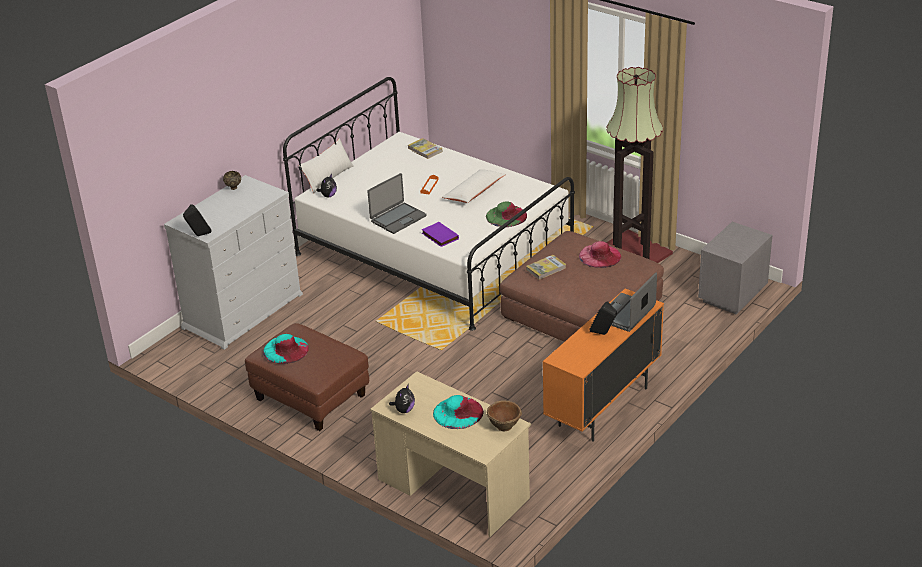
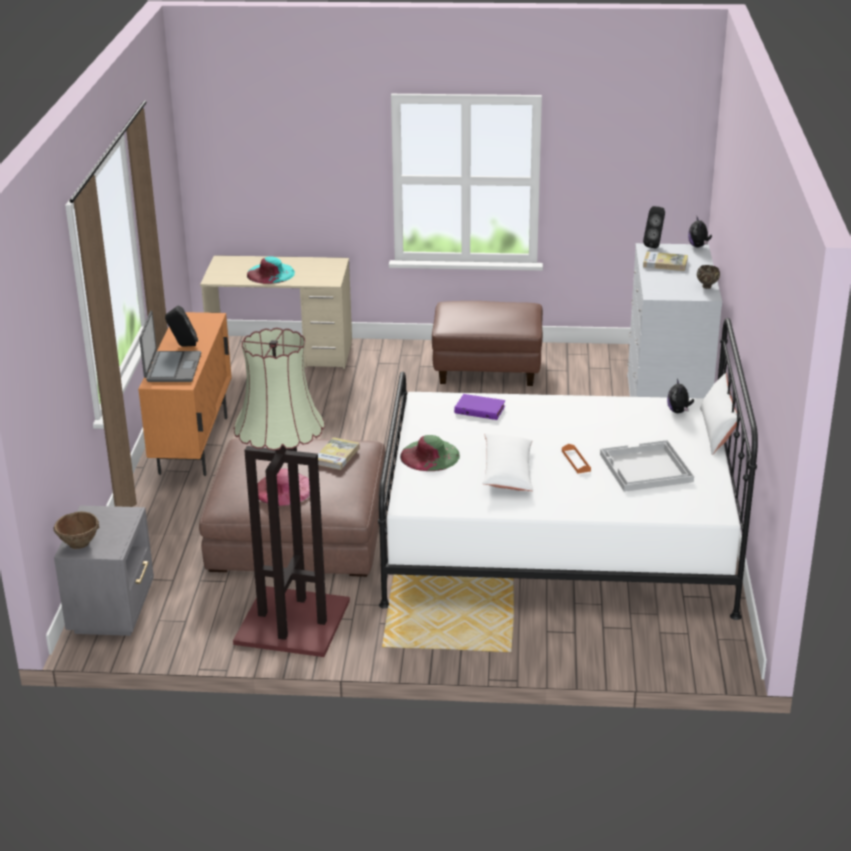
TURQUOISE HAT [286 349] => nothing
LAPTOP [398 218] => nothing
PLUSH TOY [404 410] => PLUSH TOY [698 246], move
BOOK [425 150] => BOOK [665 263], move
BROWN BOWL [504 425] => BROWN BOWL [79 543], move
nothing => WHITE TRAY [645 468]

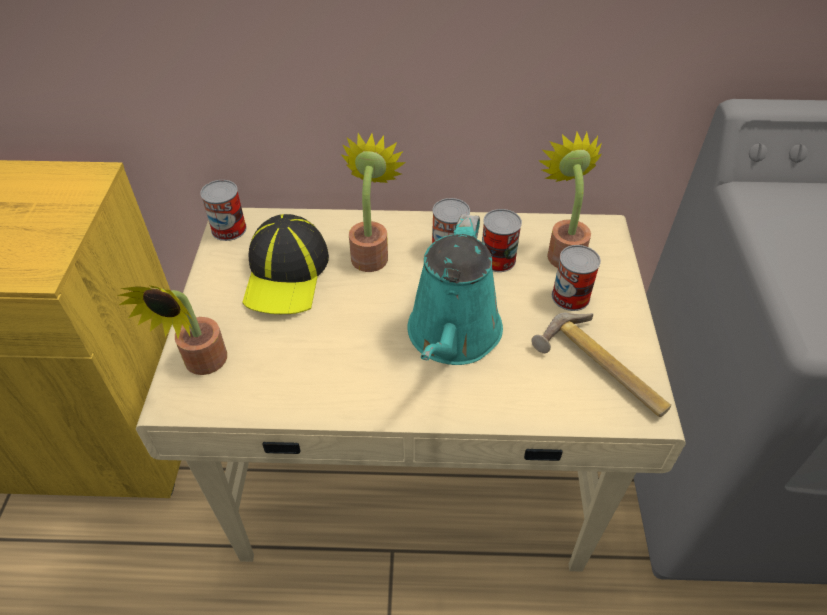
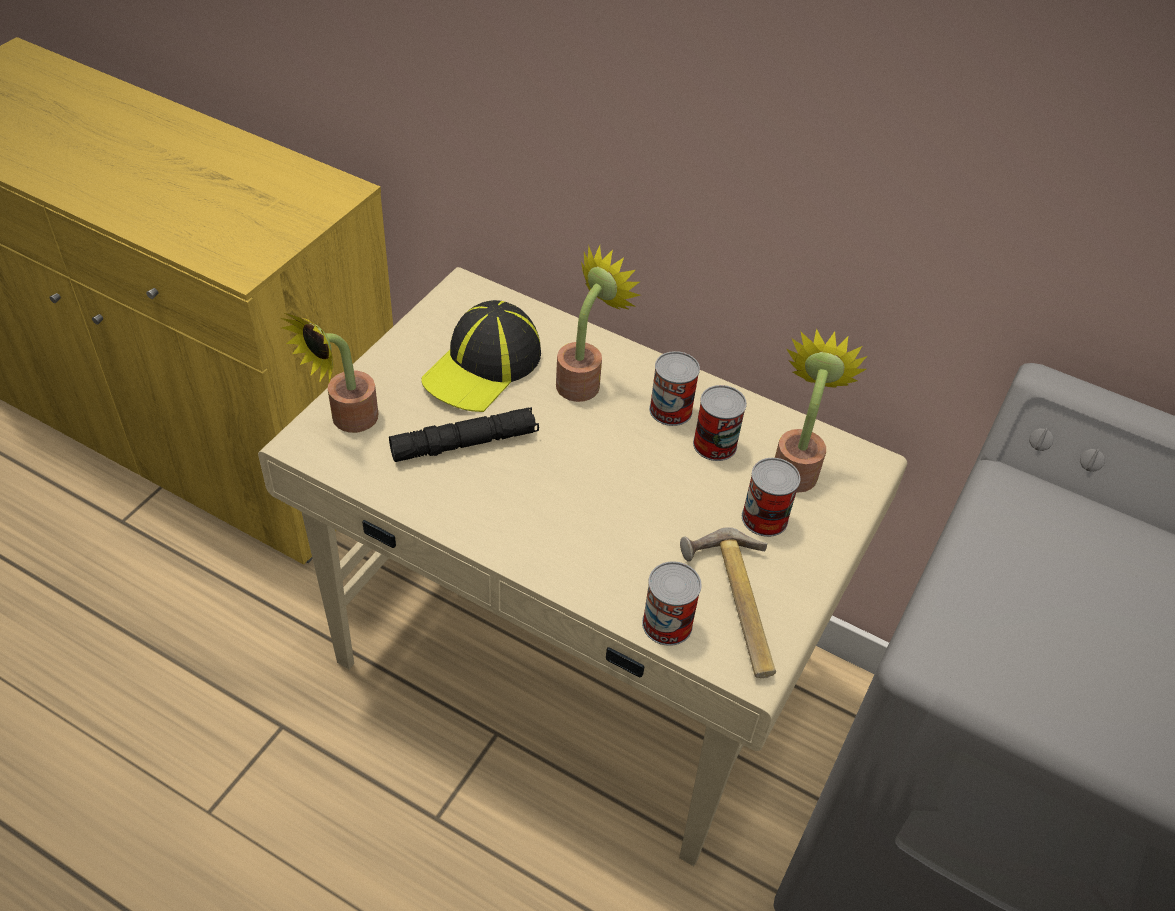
CAN [229 229] => CAN [667 624], move
TURQUOISE WATERING CAN [452 336] => nothing
nothing => BLACK FLASHLIGHT [465 443]

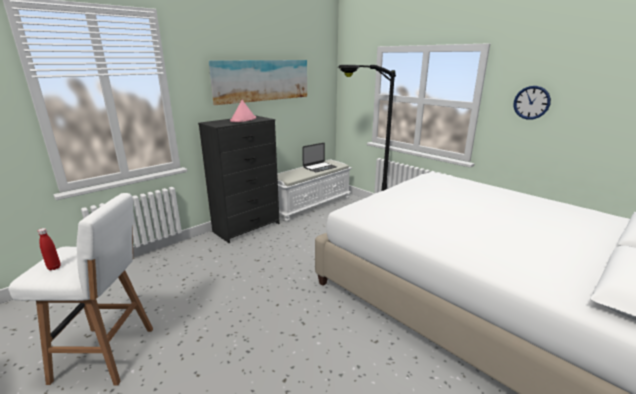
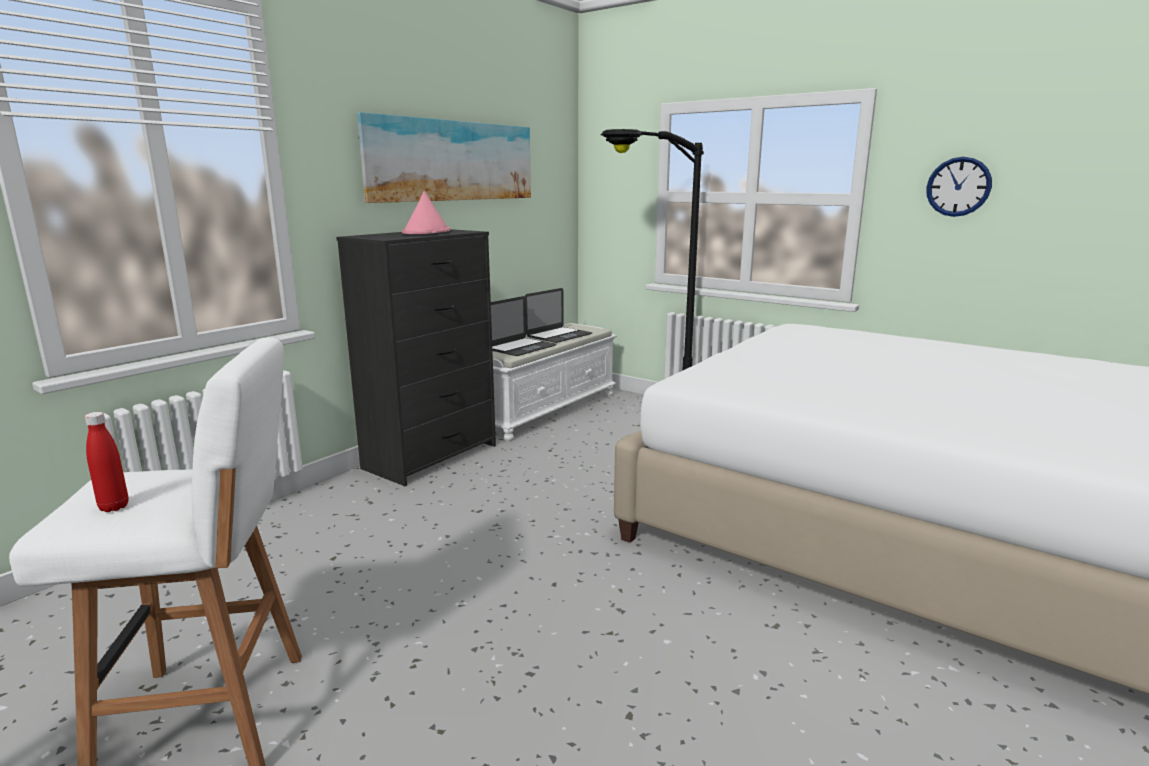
nothing => LAPTOP [520 347]

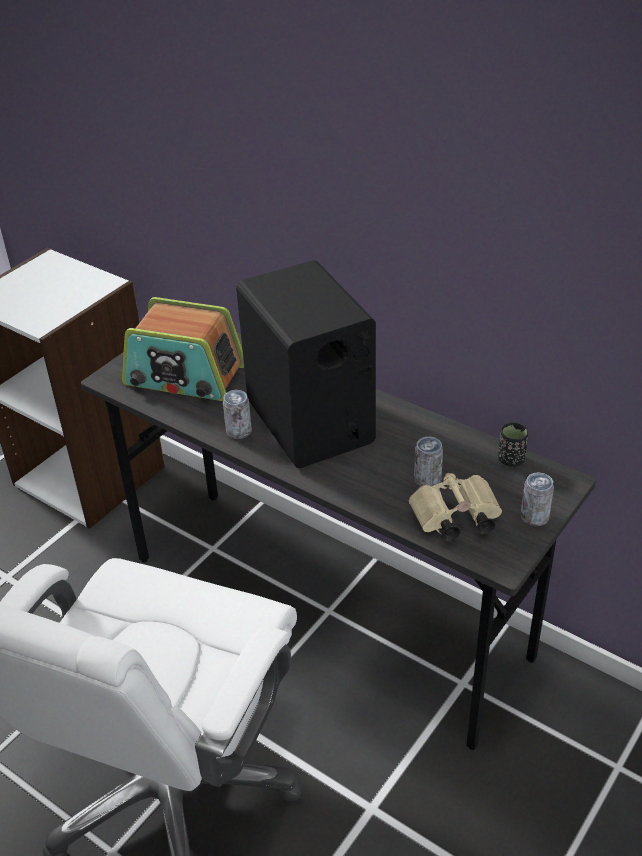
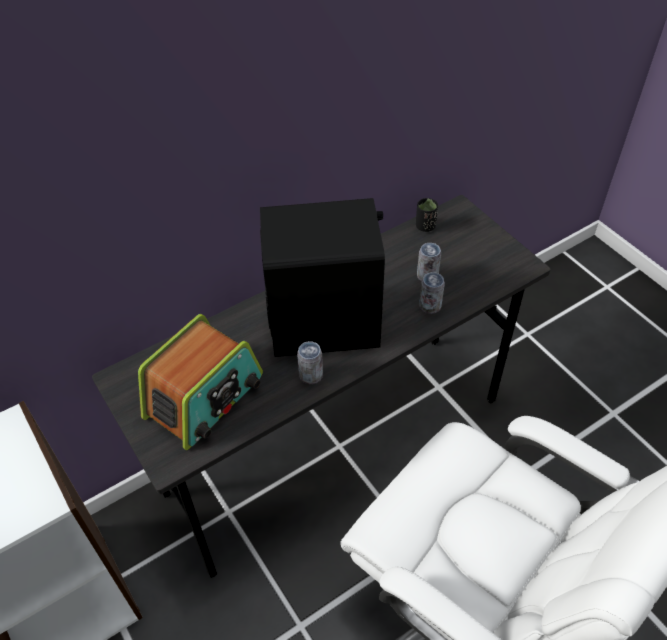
BEIGE BINOCULARS [453 520] => nothing
CAN [534 517] => CAN [430 306], move

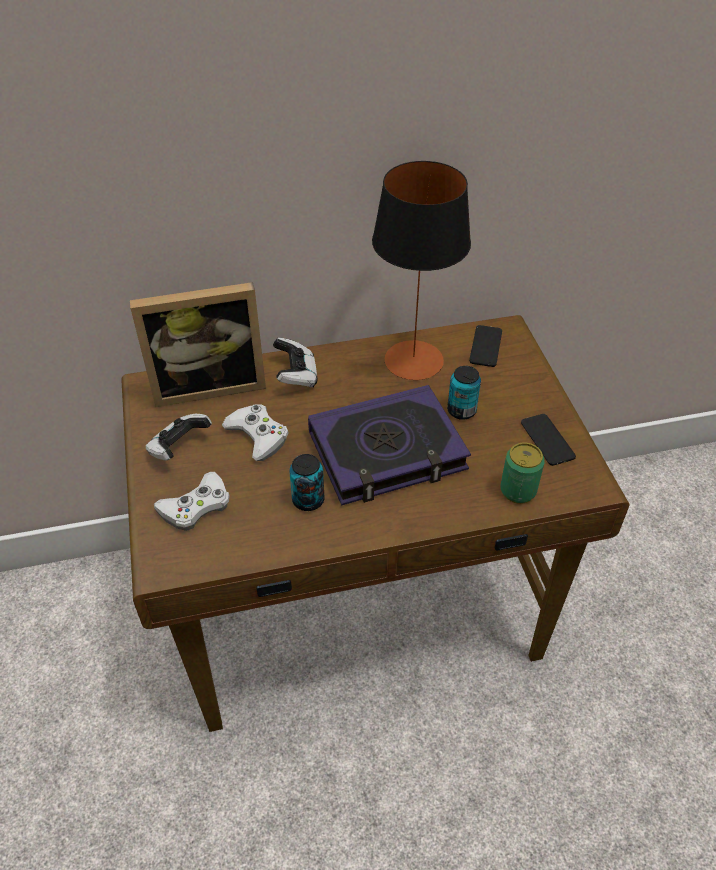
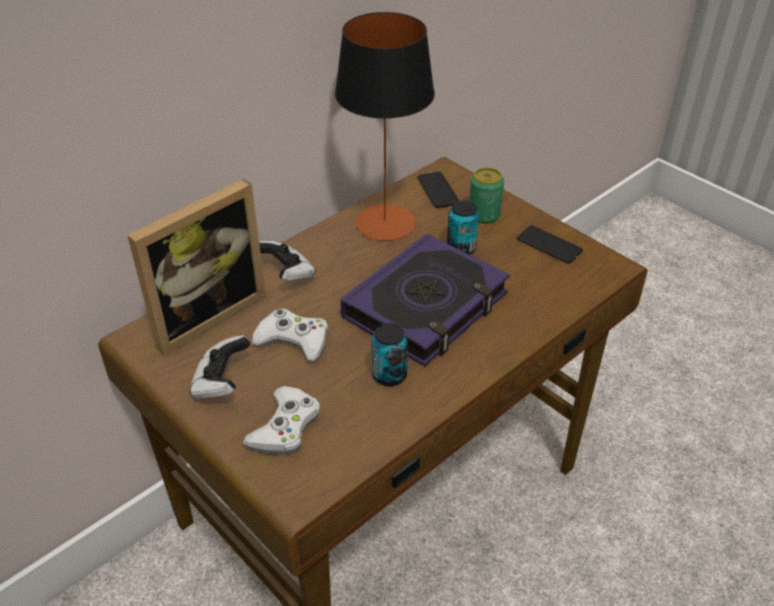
CAN [518 490] => CAN [484 215], move

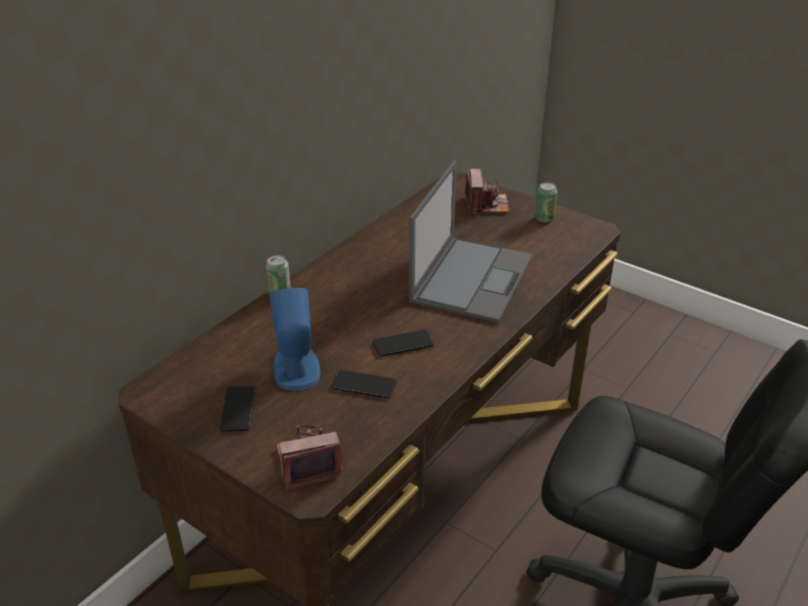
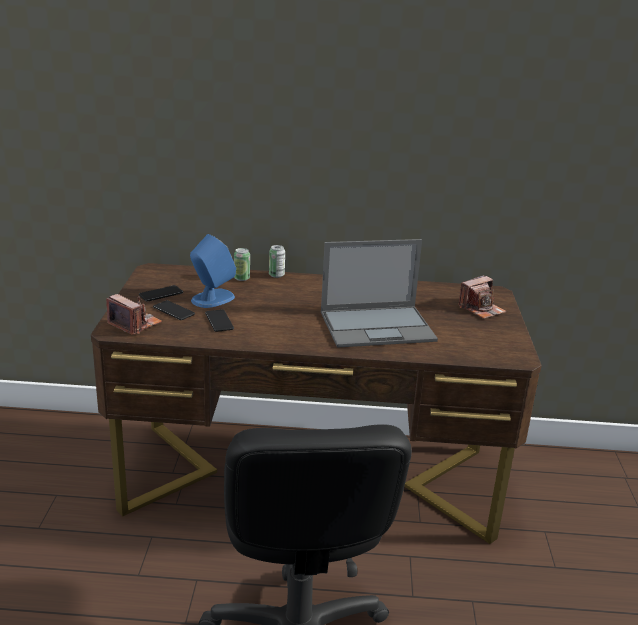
PHONE [403 344] => PHONE [173 311], move
CAN [544 218] => CAN [241 278], move

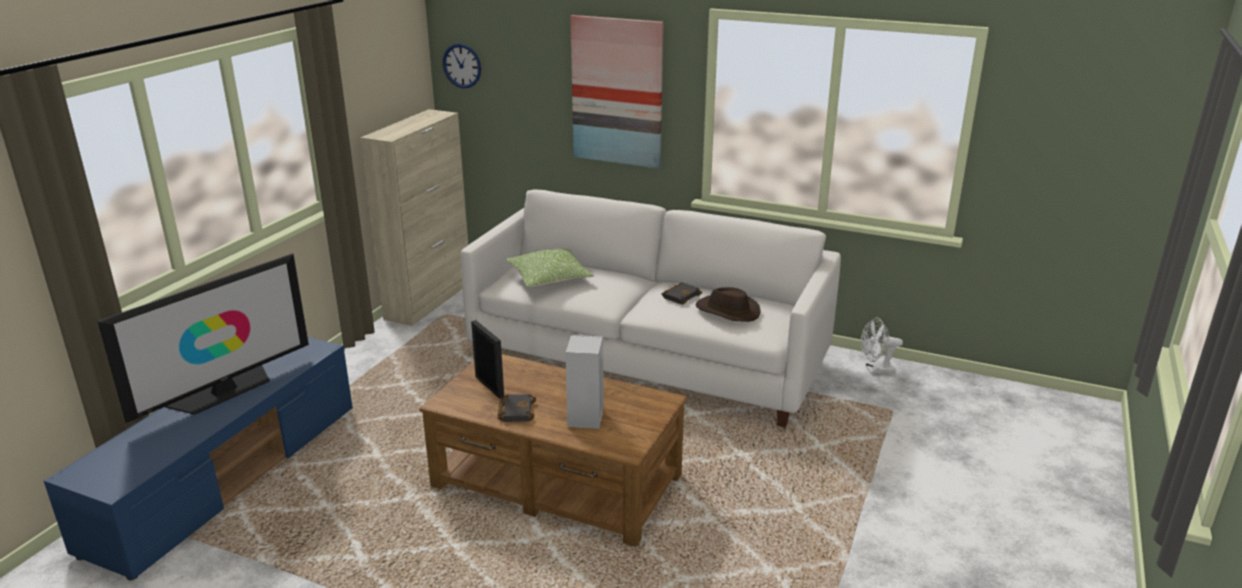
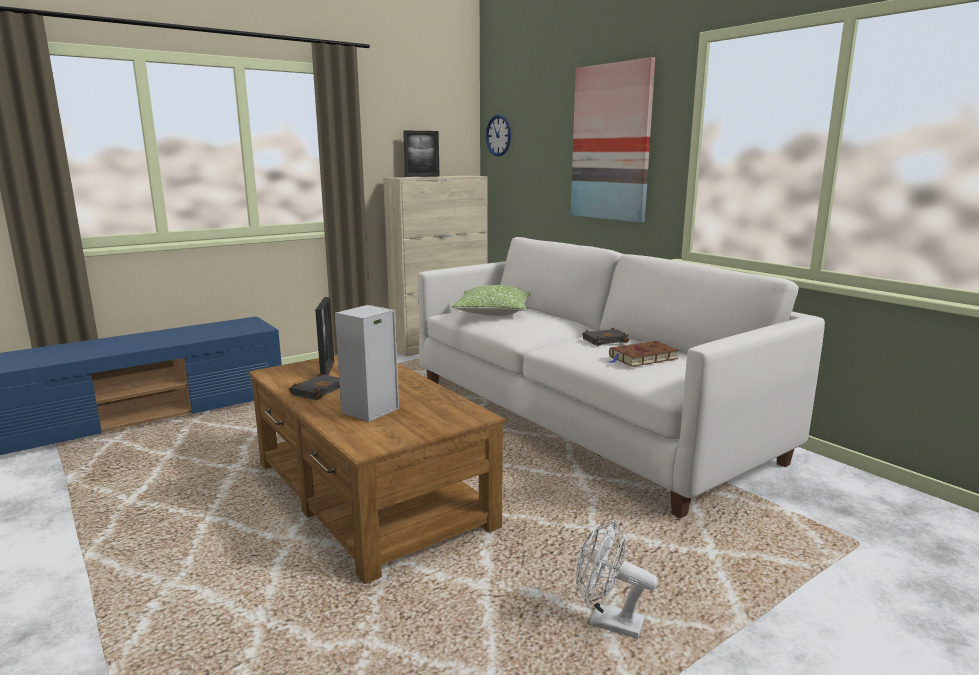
TELEVISION [224 391] => nothing
BROWN HAT [727 311] => BROWN BOOK [641 358]
WHITE FAN [875 370] => WHITE FAN [607 622], move
nothing => PICTURE FRAME [422 176]

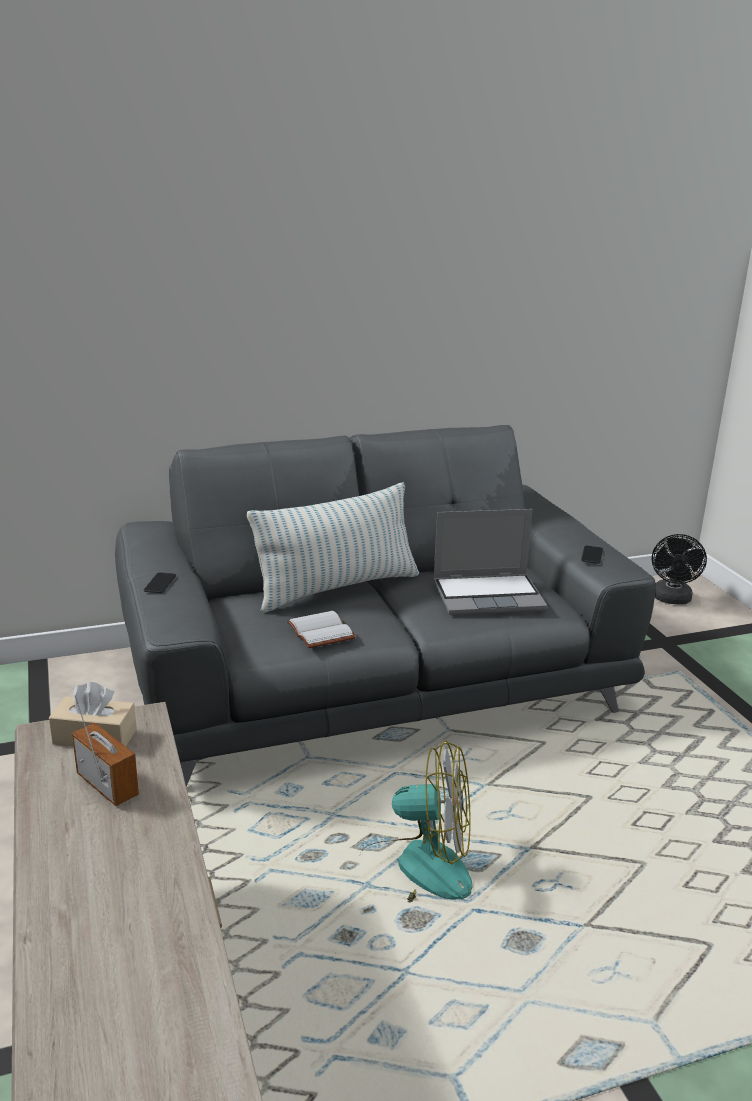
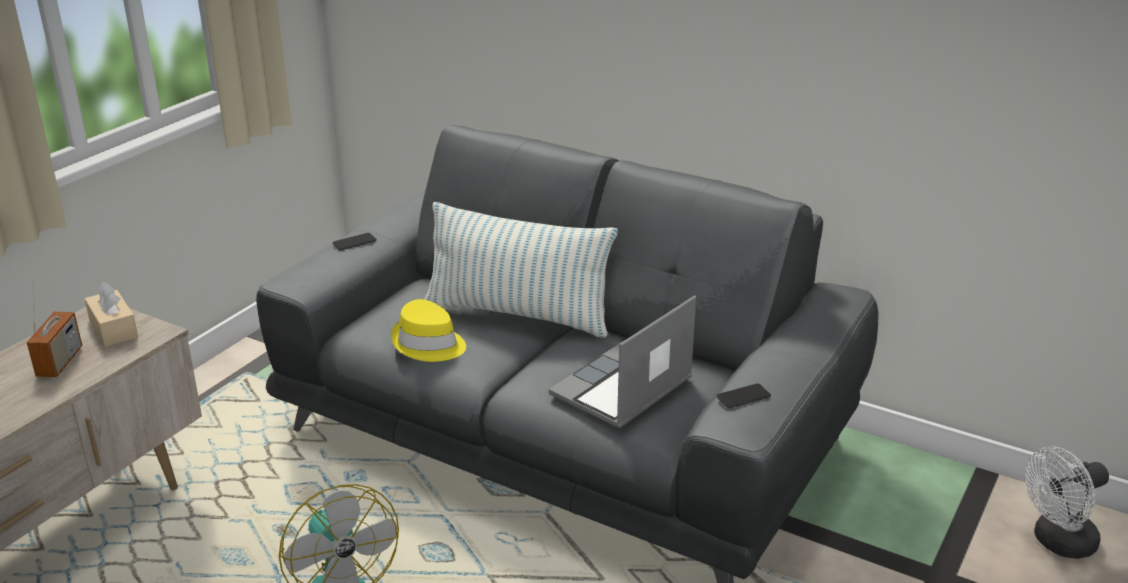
WHITE BOOK [323 631] => YELLOW HAT [428 344]
LAPTOP [489 596] => LAPTOP [622 389], 90 degrees clockwise
BLACK FAN [671 600] => WHITE FAN [1057 543]

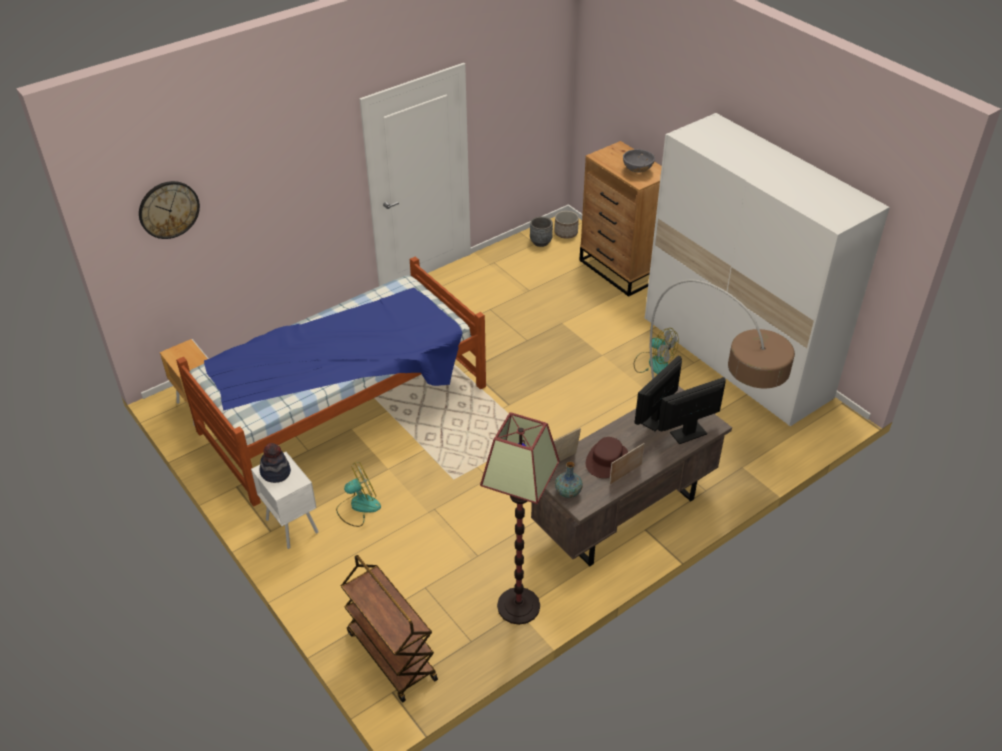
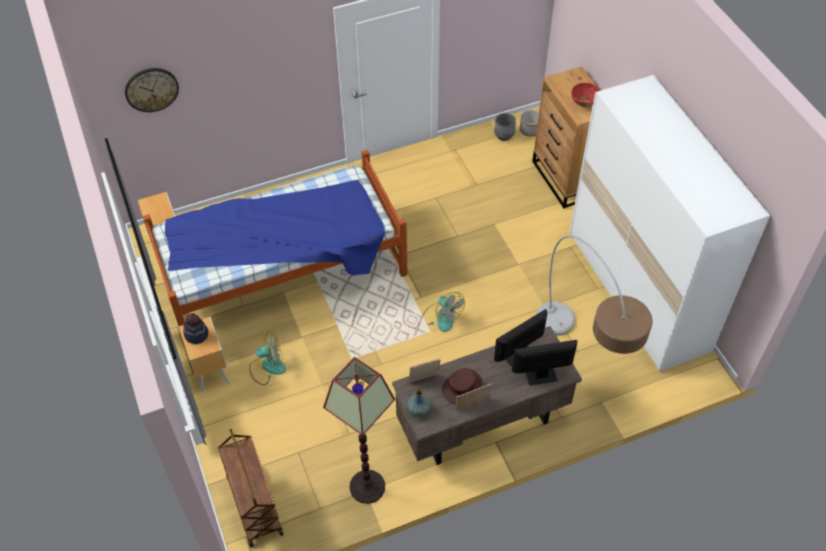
WHITE NIGHTSTAND [292 525] => BROWN NIGHTSTAND [211 372]
GREY BOWL [637 170] => RED BOWL [584 103]
FAN [653 363] => FAN [441 317], move

